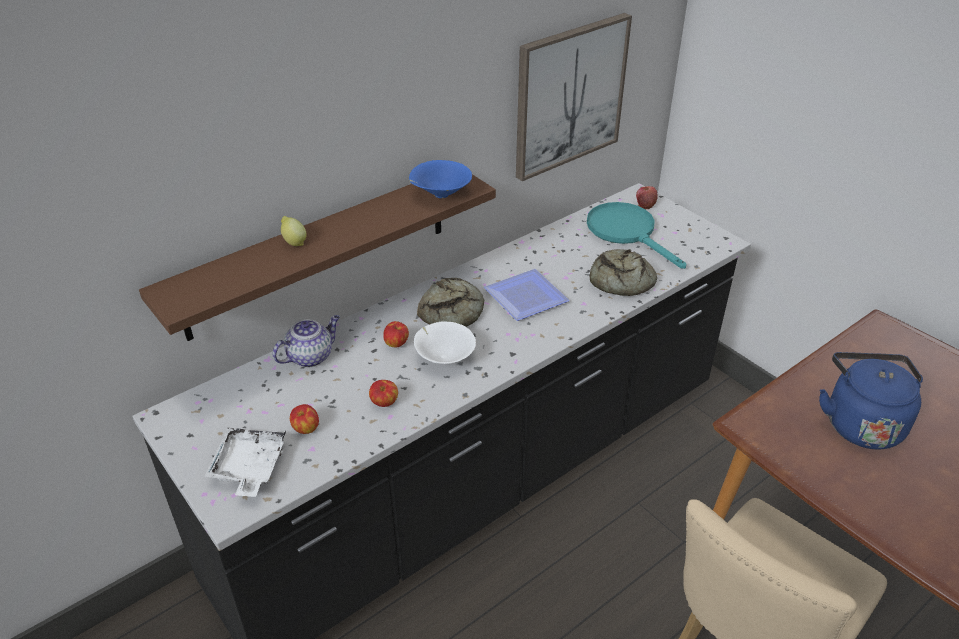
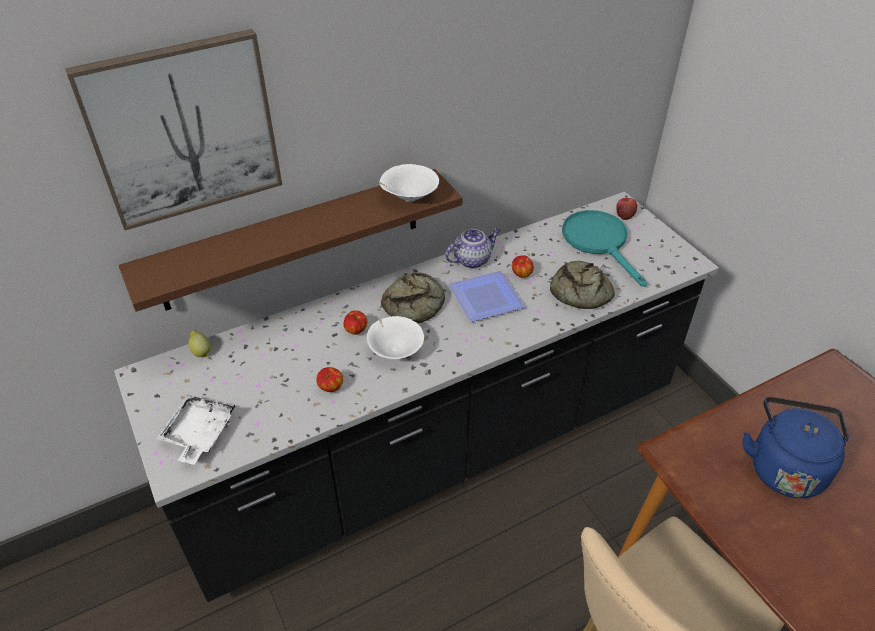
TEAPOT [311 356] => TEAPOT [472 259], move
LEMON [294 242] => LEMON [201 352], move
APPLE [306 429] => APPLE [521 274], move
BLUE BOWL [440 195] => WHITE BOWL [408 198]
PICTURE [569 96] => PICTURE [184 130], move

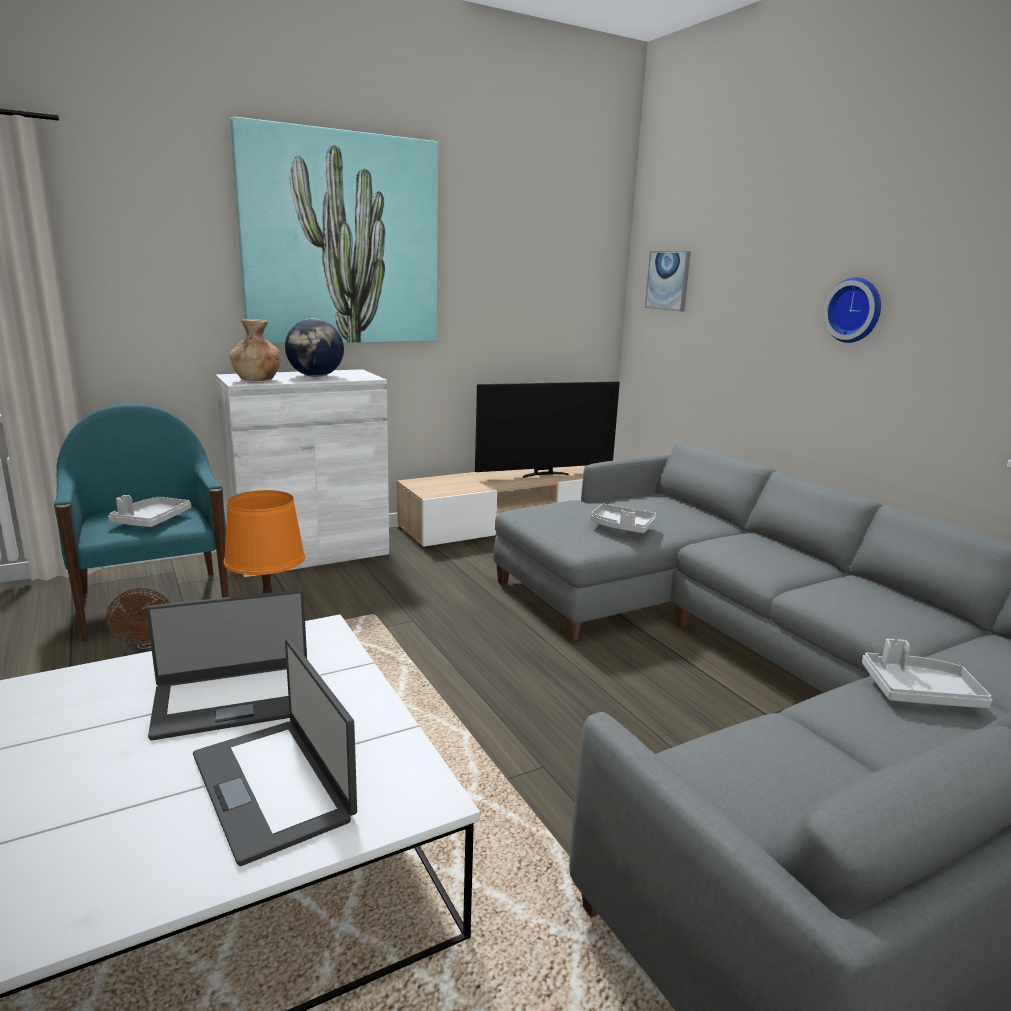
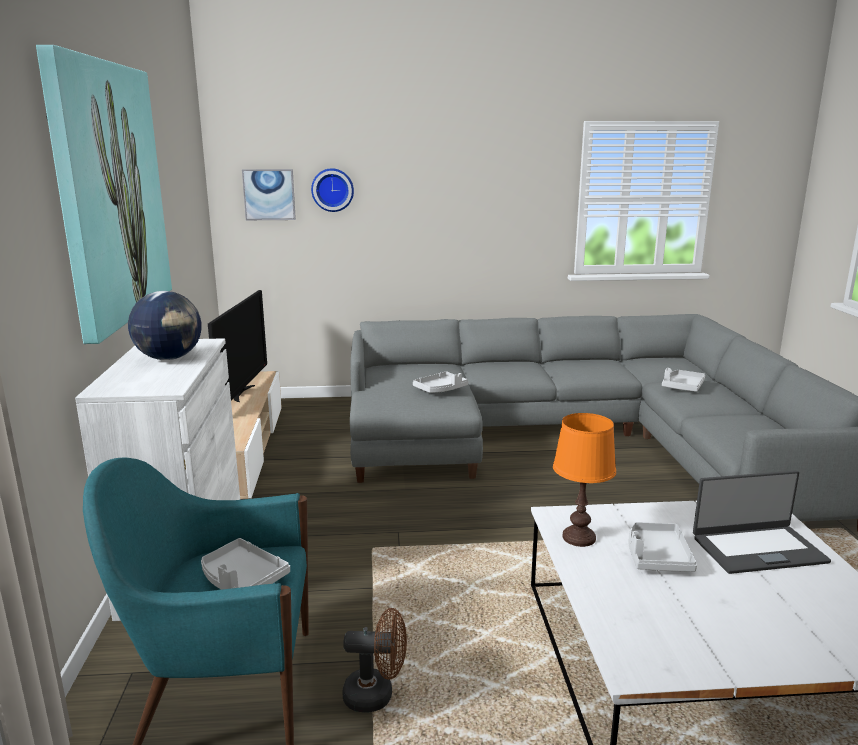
LAPTOP [235 699] => GREY TRAY [656 556]
BROWN VASE [257 380] => nothing
WALL CLOCK [855 310] => WALL CLOCK [332 190], move

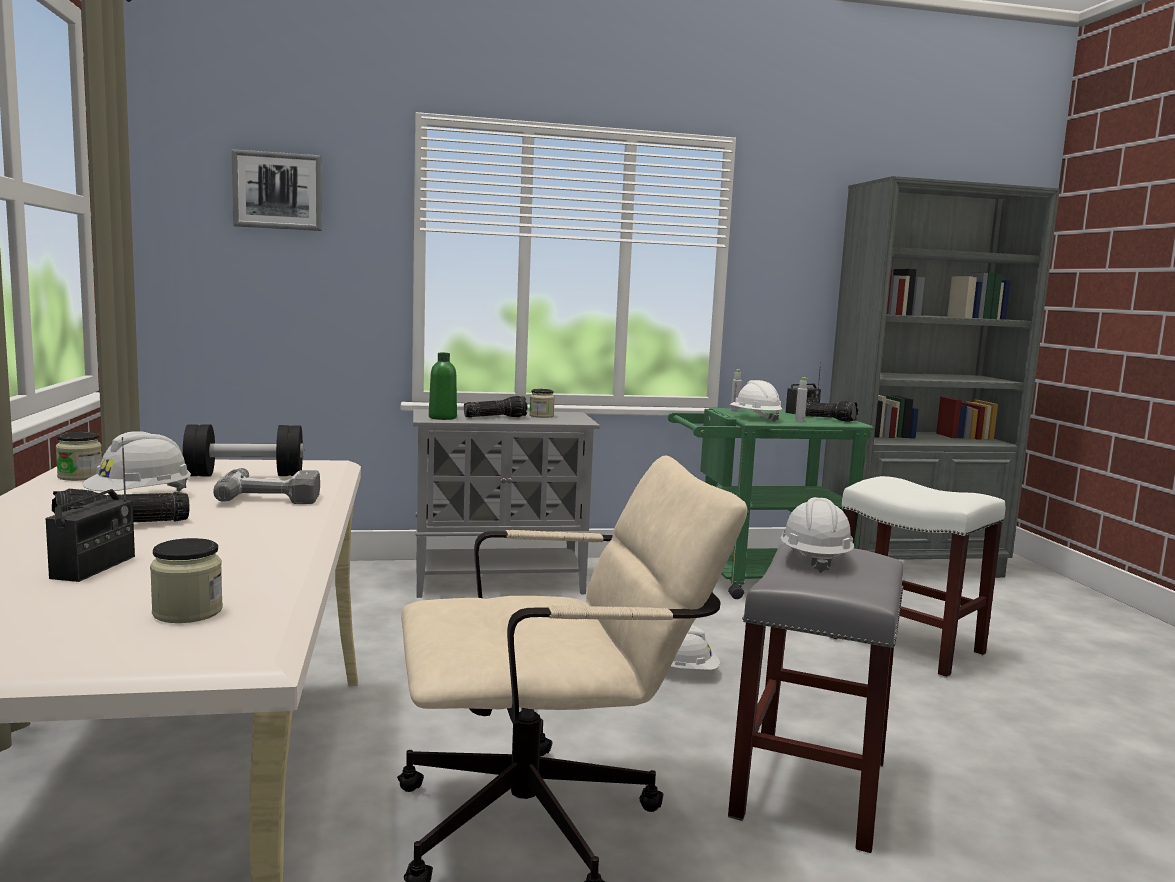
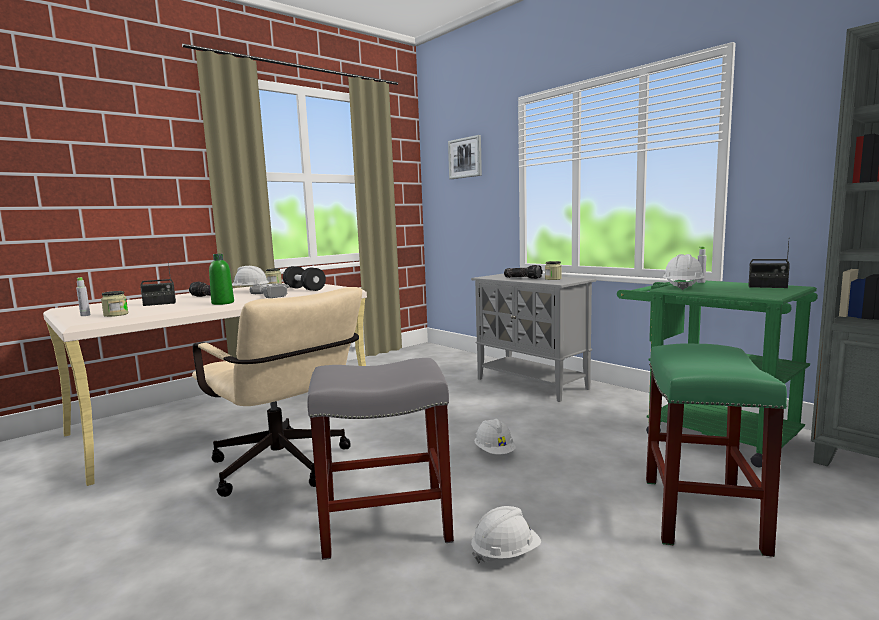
GREEN BOTTLE [442 418] => GREEN BOTTLE [223 303], move
WHITE HARD HAT [814 560] => WHITE HARD HAT [505 553], move
GREY BOTTLE [799 421] => GREY BOTTLE [85 315], move
FLASHLIGHT [826 419] => nothing
WHITE STOOL [904 646] => GREEN STOOL [700 513]

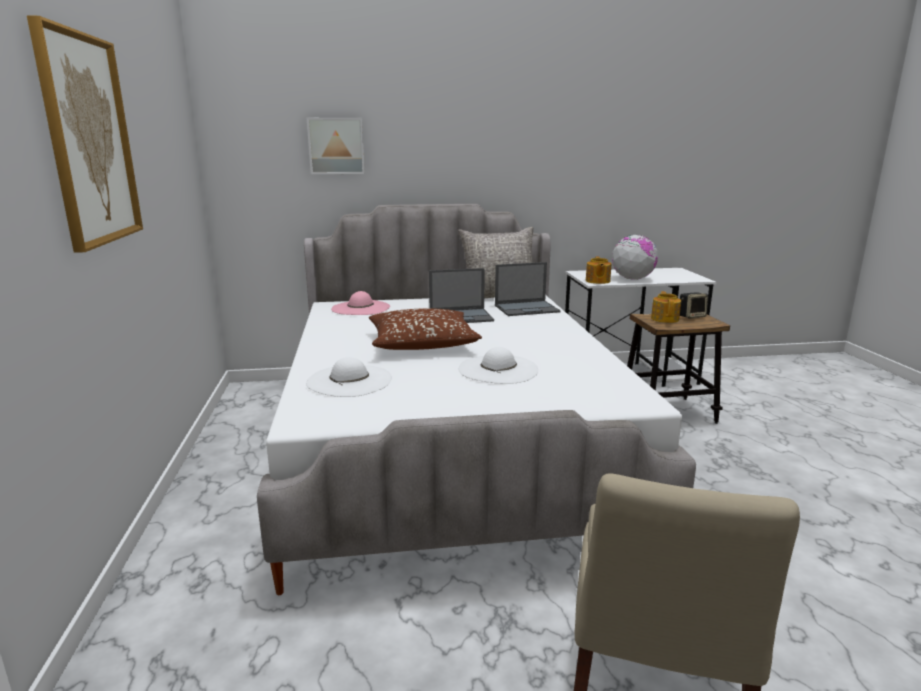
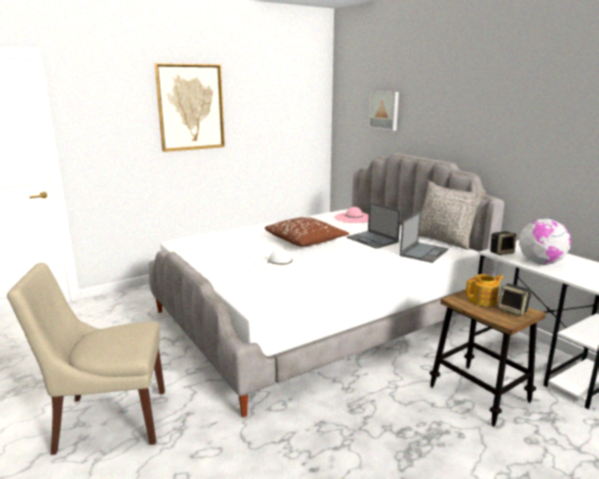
WHITE HAT [349 380] => nothing
LAPTOP [527 308] => LAPTOP [424 252], 105 degrees counterclockwise
TEAPOT [597 281] => SPEAKER [501 252]

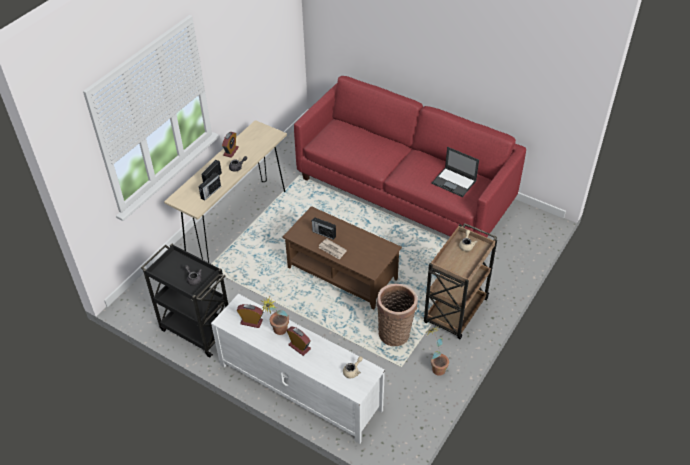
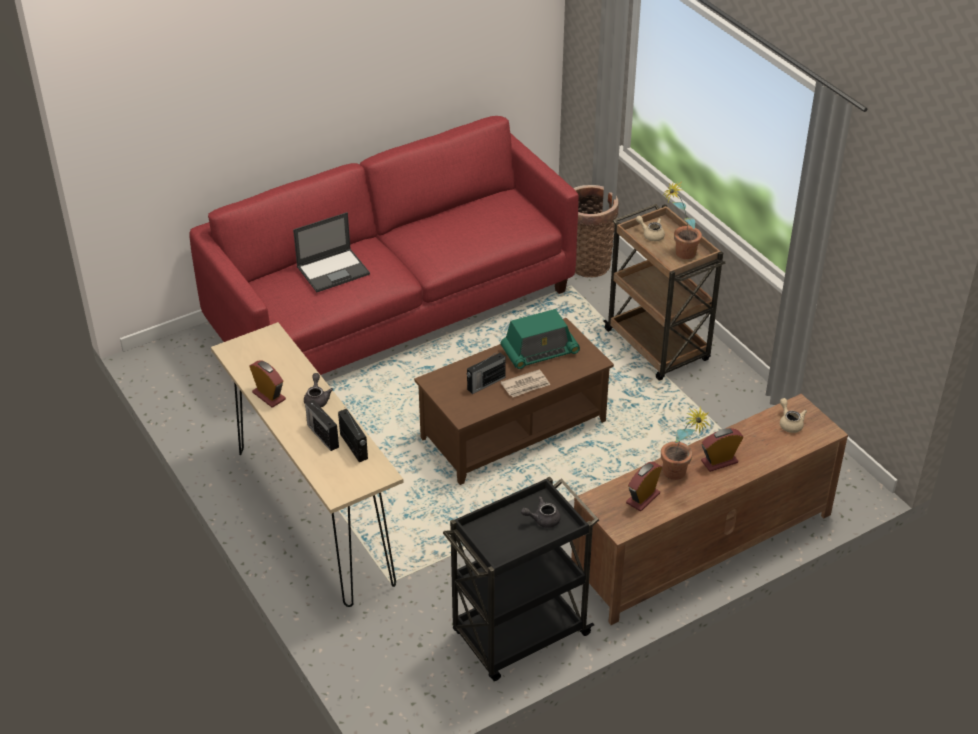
WHITE TV STAND [299 386] => BROWN TV STAND [702 546]
BASKET [395 332] => BASKET [587 262], move
POTTED PLANT [435 367] => POTTED PLANT [679 254], move
LAPTOP [454 182] => LAPTOP [334 270], move
nothing => RADIO [539 352]

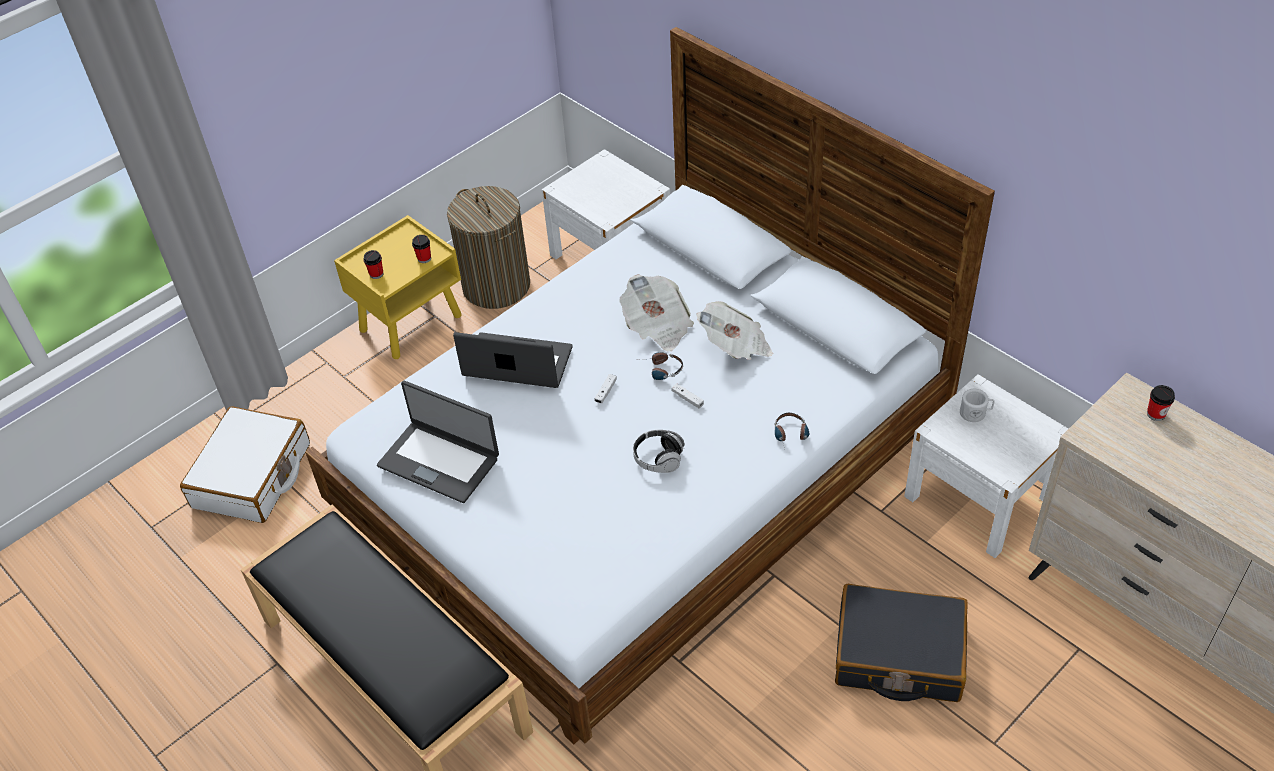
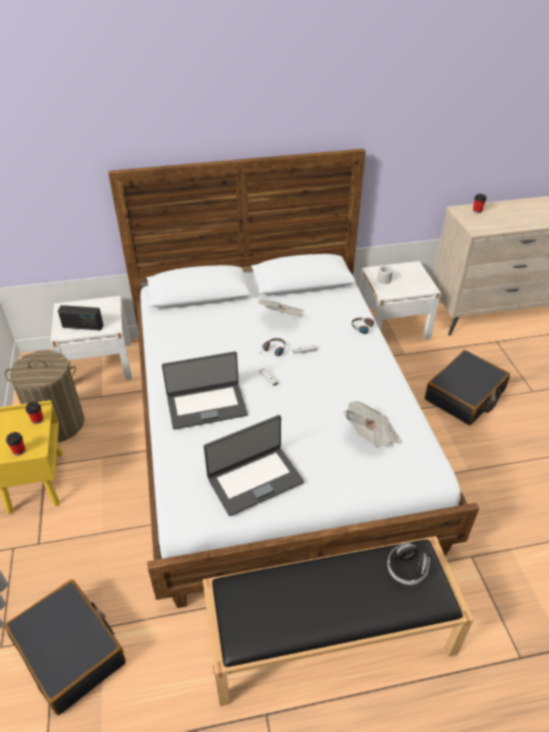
WHITE SUITCASE [252 476] => BLACK SUITCASE [70 651]
LAPTOP [517 363] => LAPTOP [206 405], 150 degrees counterclockwise
NEWSPAPER [657 326] => NEWSPAPER [371 436], move
HEADPHONES [658 458] => HEADPHONES [406 569], move
nothing => RADIO [83 326]

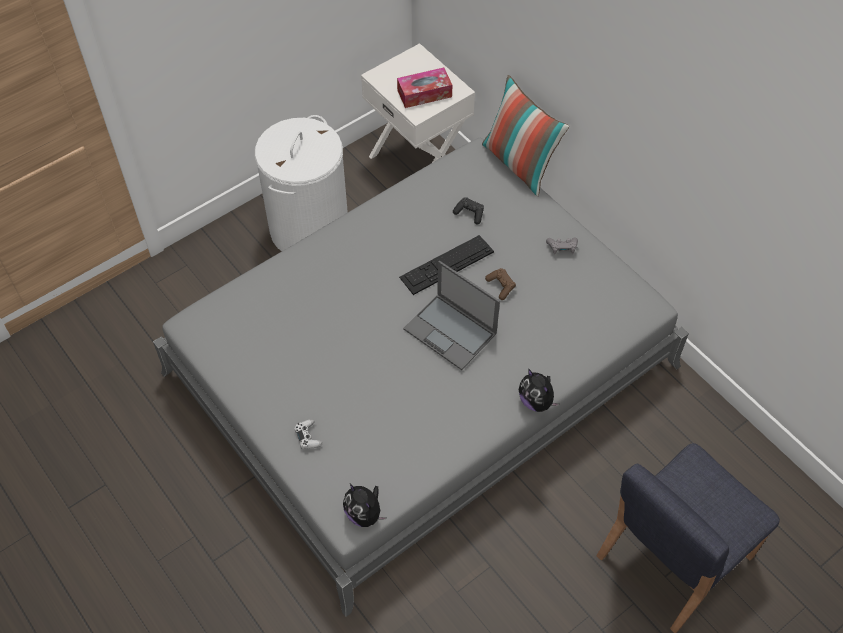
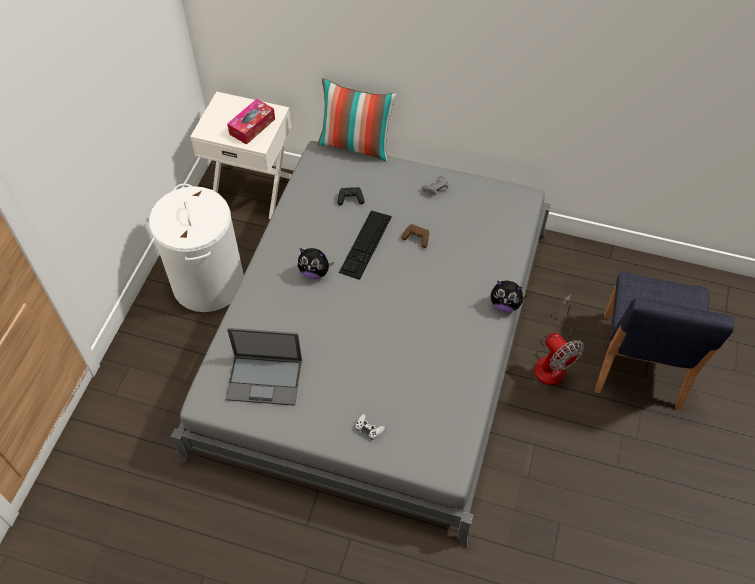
PLUSH TOY [364 514] => PLUSH TOY [314 272], move
LAPTOP [451 332] => LAPTOP [265 379], move
nothing => FAN [552 361]

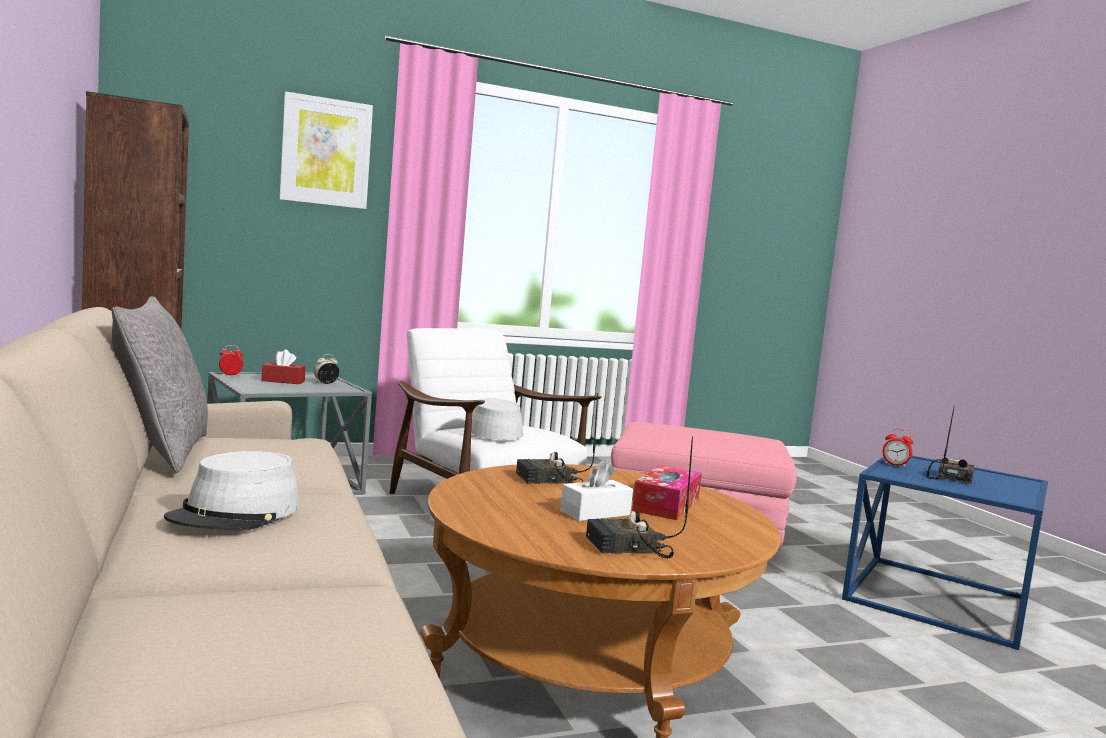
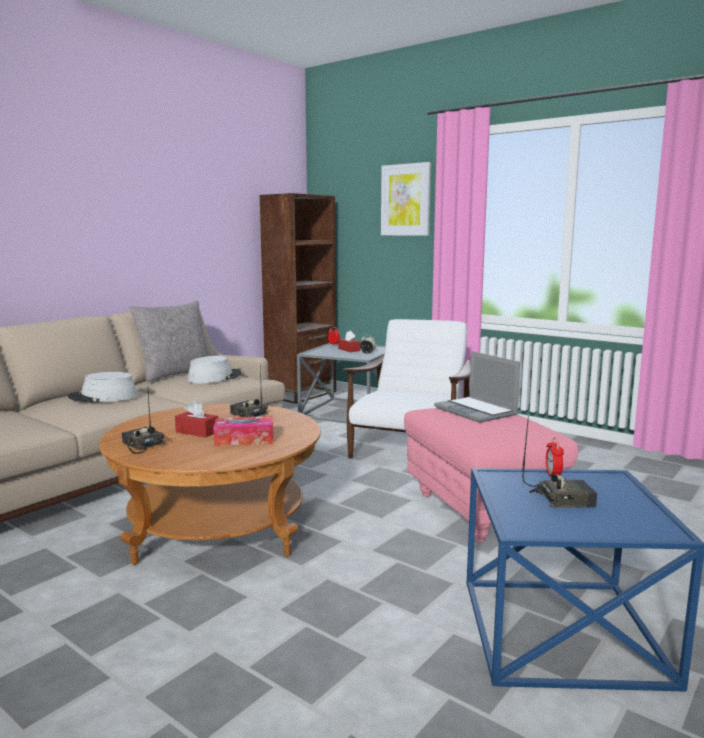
GREY HAT [493 430] => GREY HAT [214 377], move
WHITE TISSUE BOX [595 513] => RED TISSUE BOX [197 432]
nothing => LAPTOP [476 411]

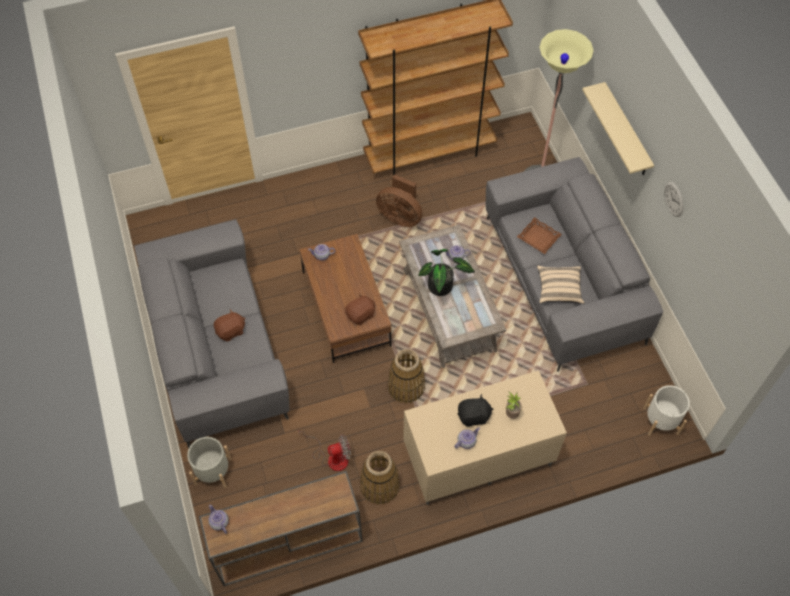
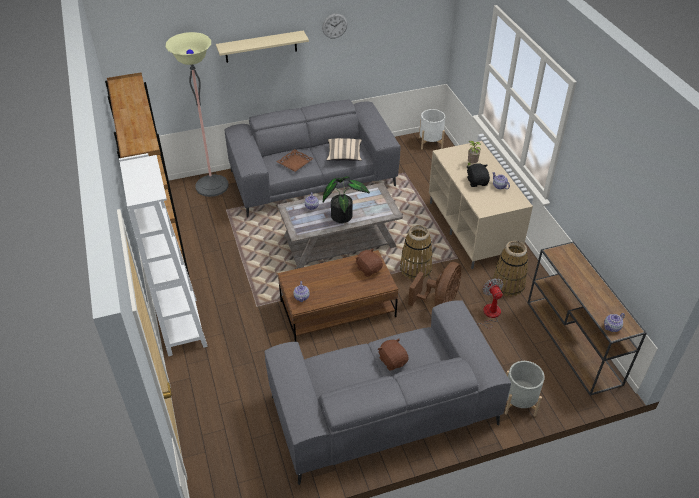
BROWN FAN [400 216] => BROWN FAN [439 301], move
nothing => WHITE BOOKCASE [182 326]

